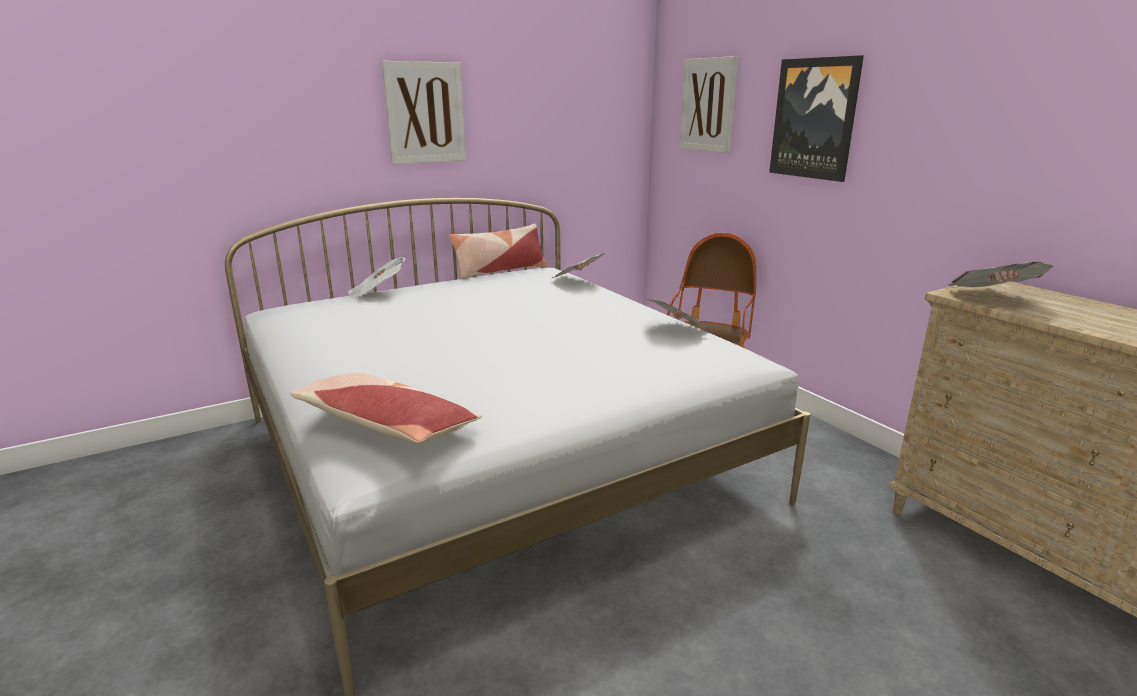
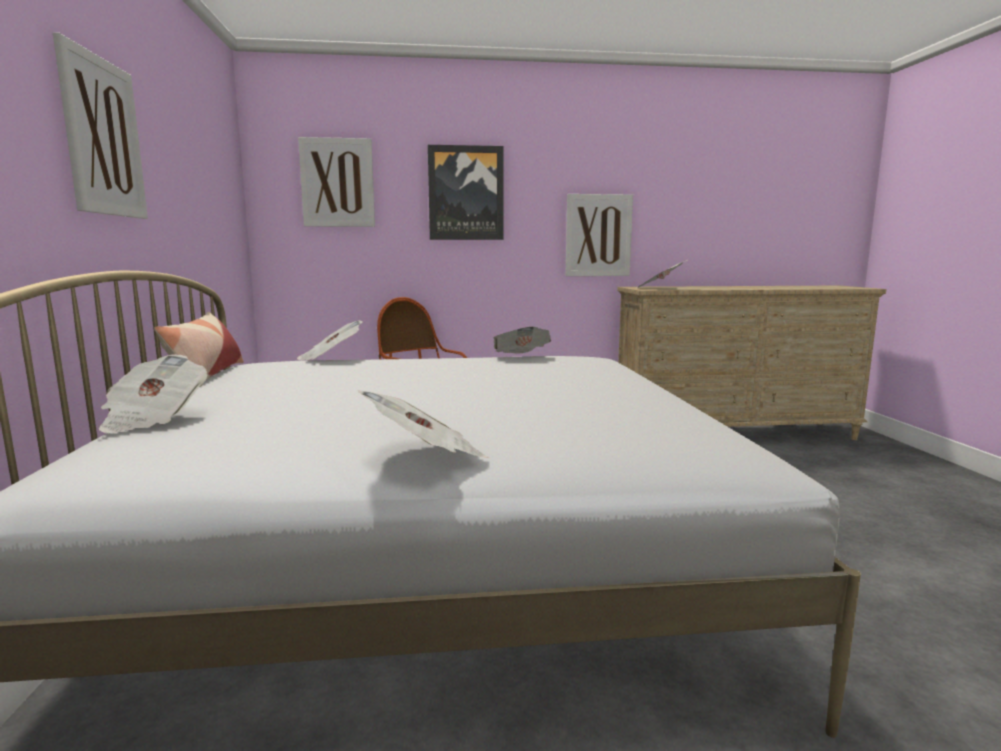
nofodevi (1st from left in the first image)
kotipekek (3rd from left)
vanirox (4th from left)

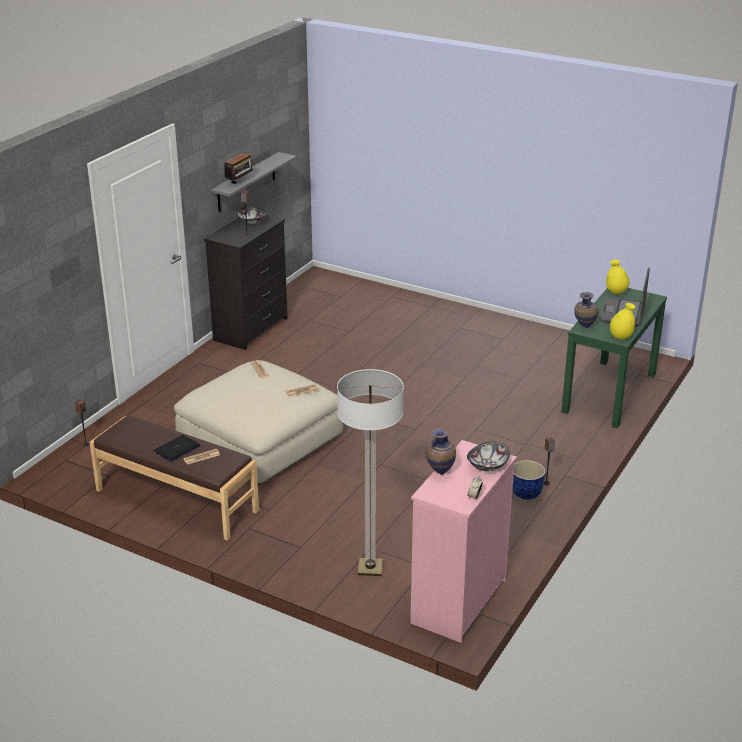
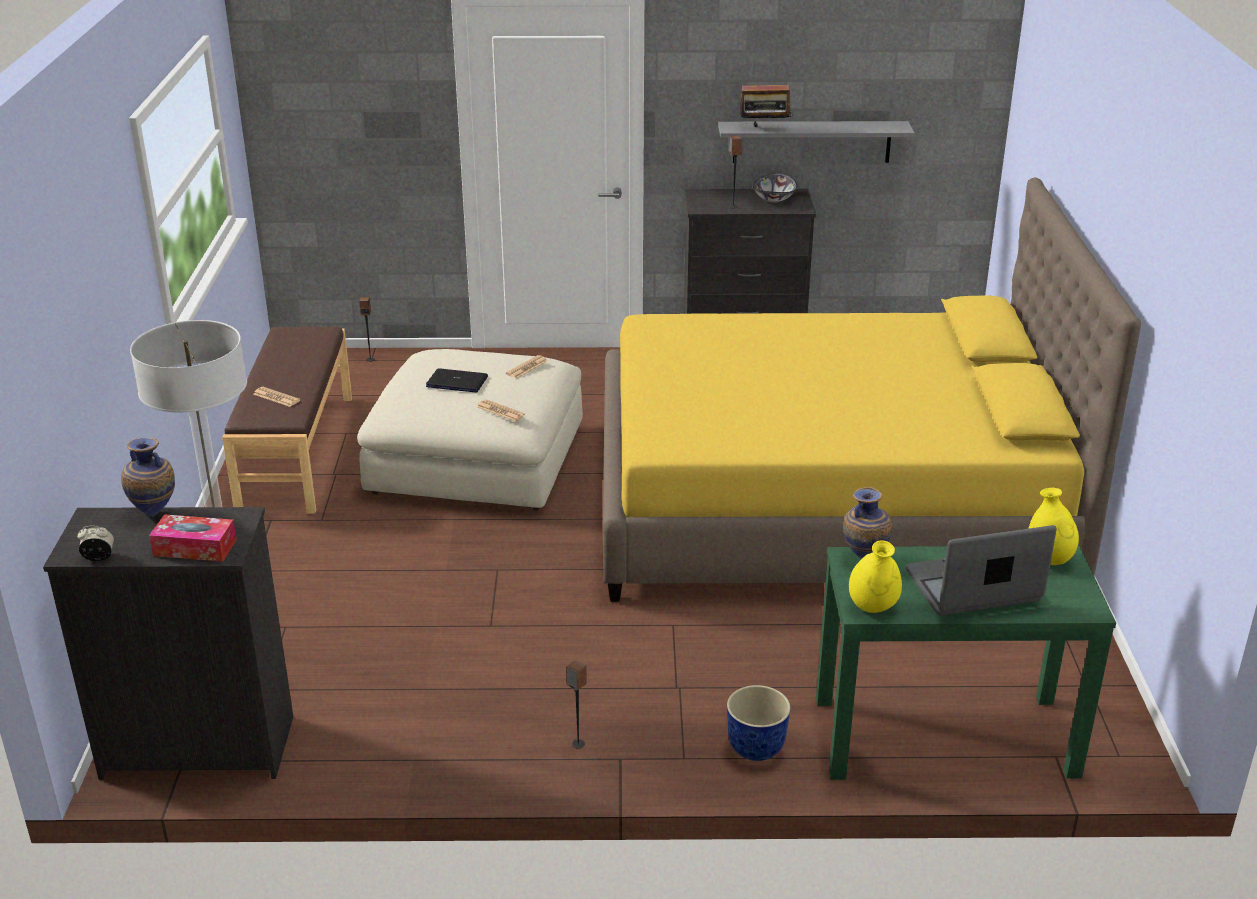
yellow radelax
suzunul (1st from left)
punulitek
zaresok
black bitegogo (1st from left)

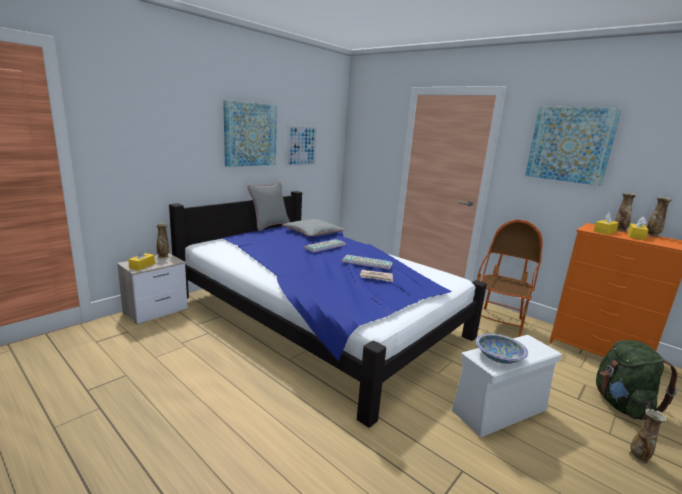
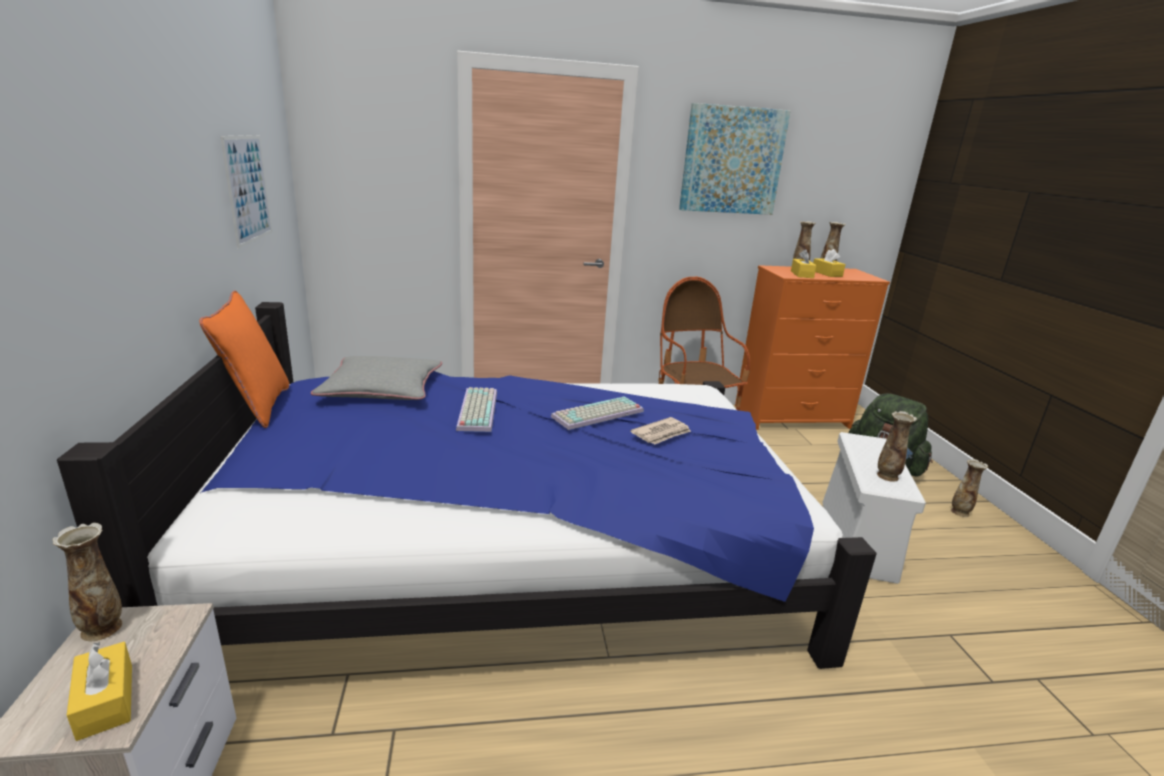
vanirox (1st from left in the first image)
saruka (4th from left)
orange nofodevi

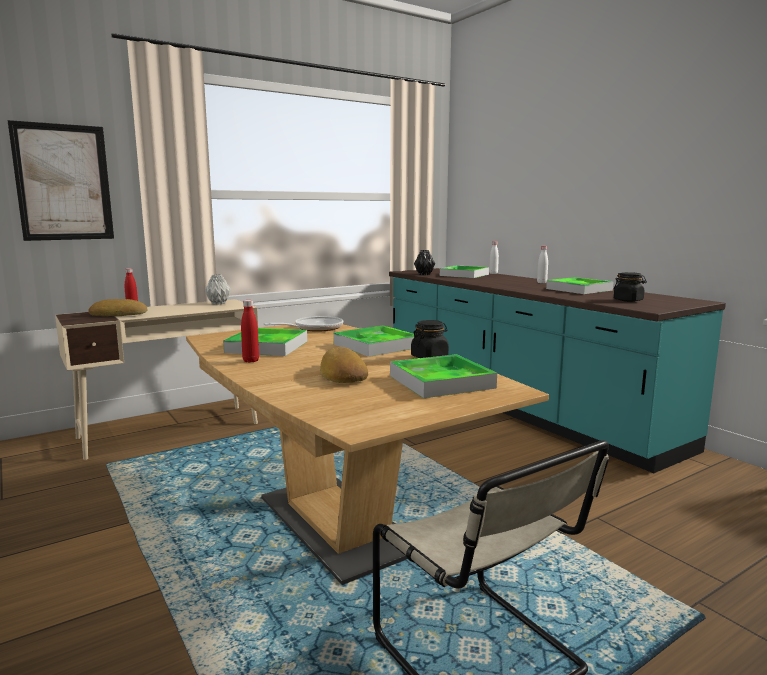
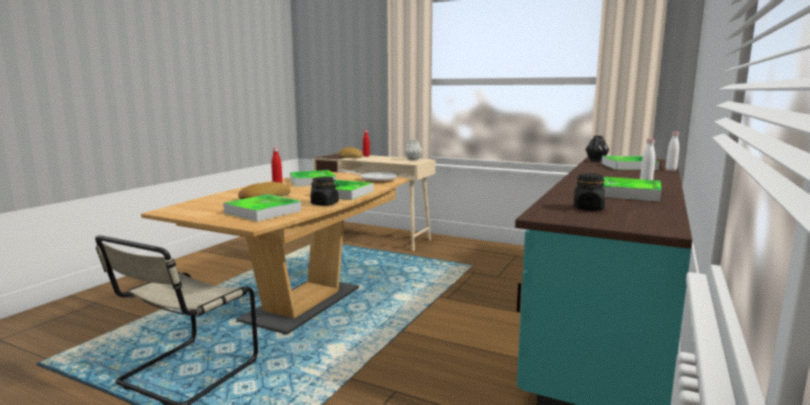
vanirox

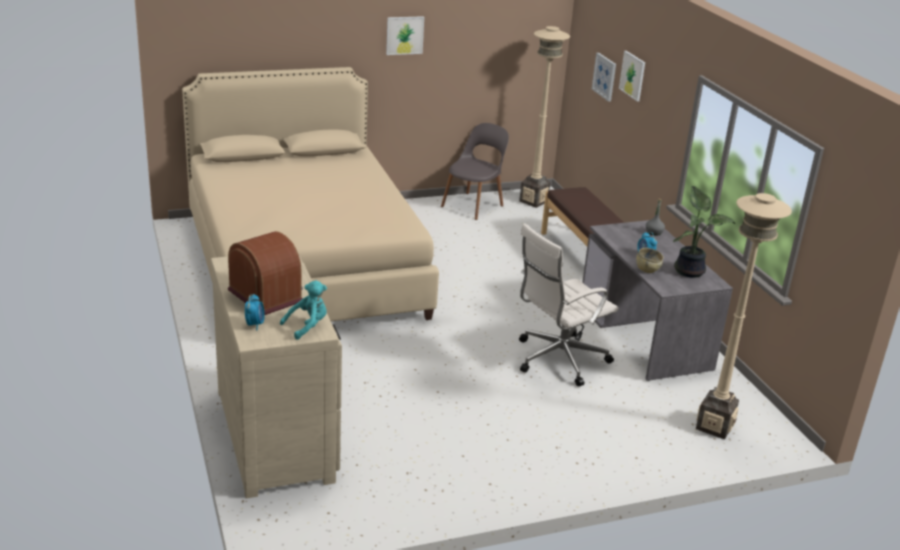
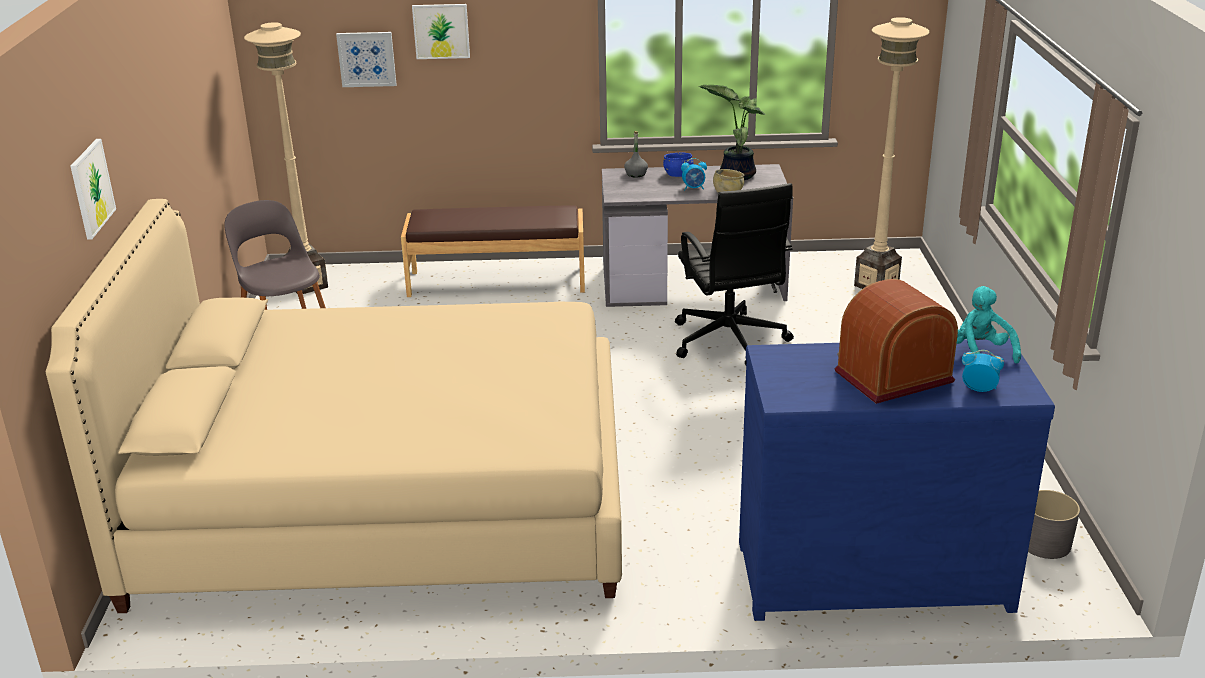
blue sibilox
grey punulitek
vanirox (1st from left)
blue bitegogo
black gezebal

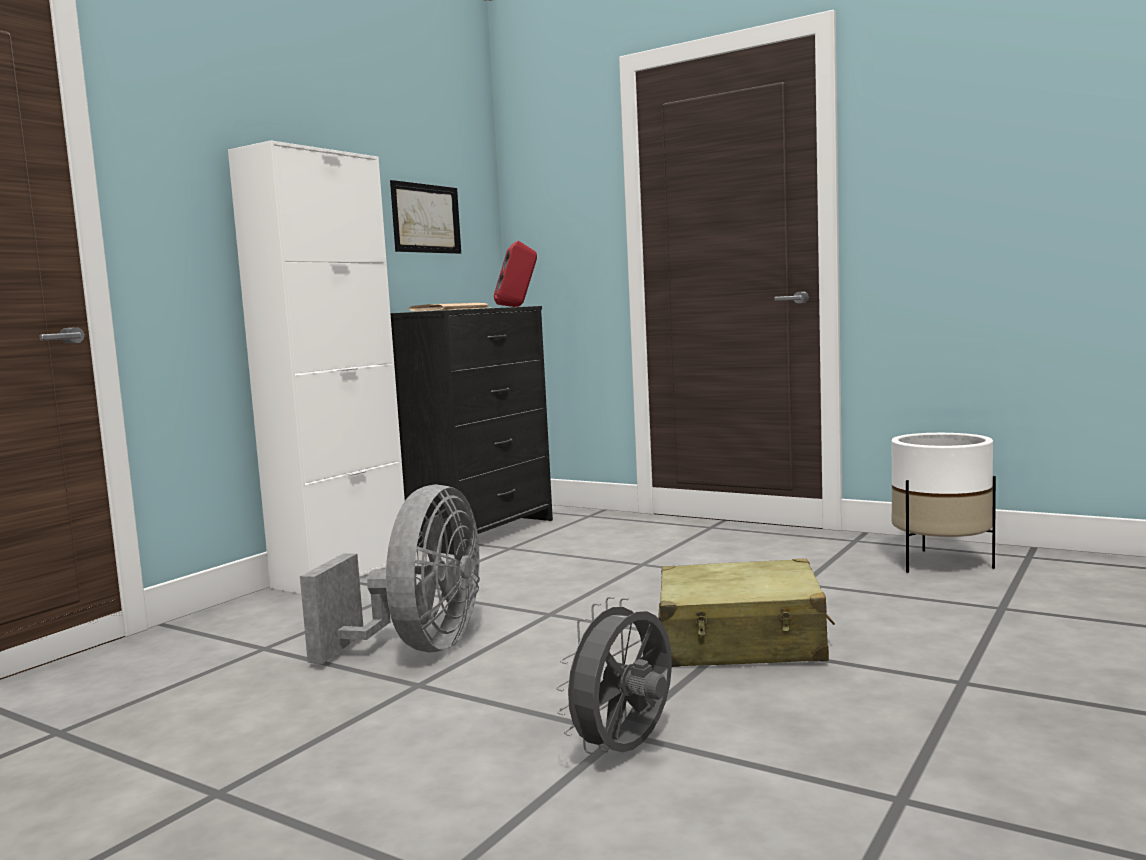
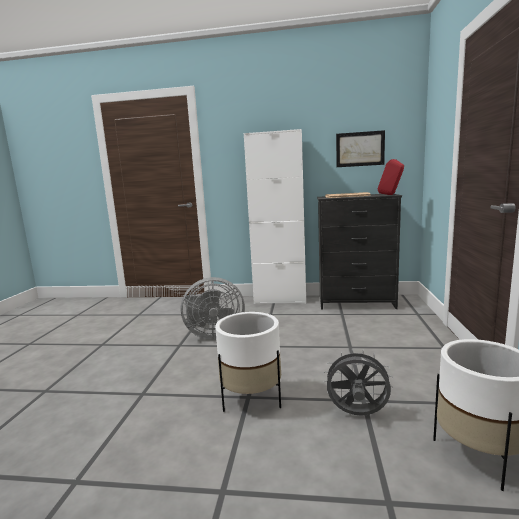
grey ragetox (2nd from left)
white punulitek (1st from left)

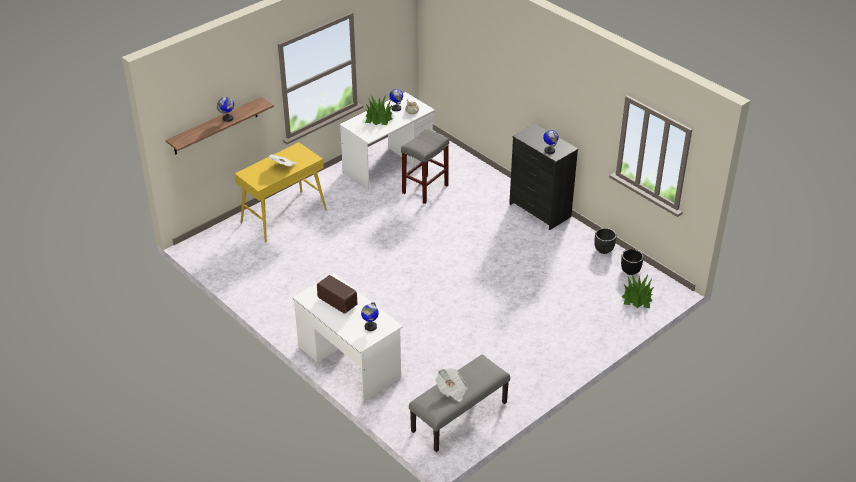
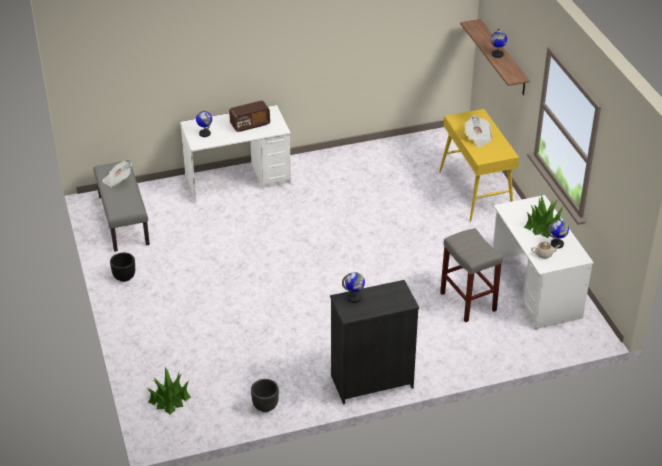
black punulitek (1st from left)

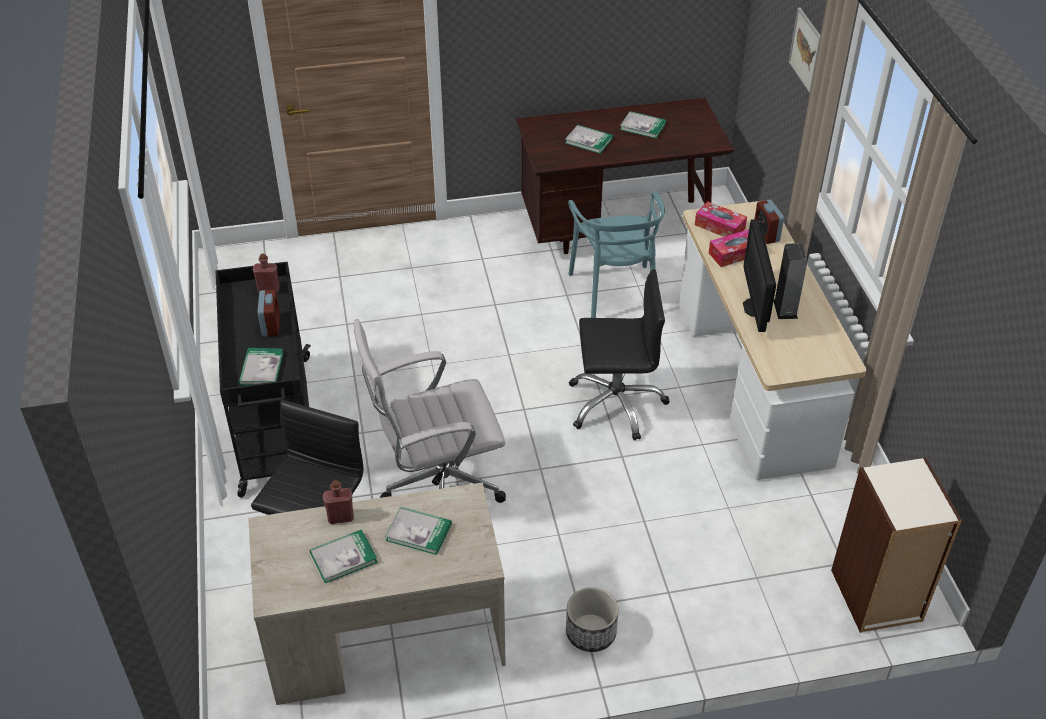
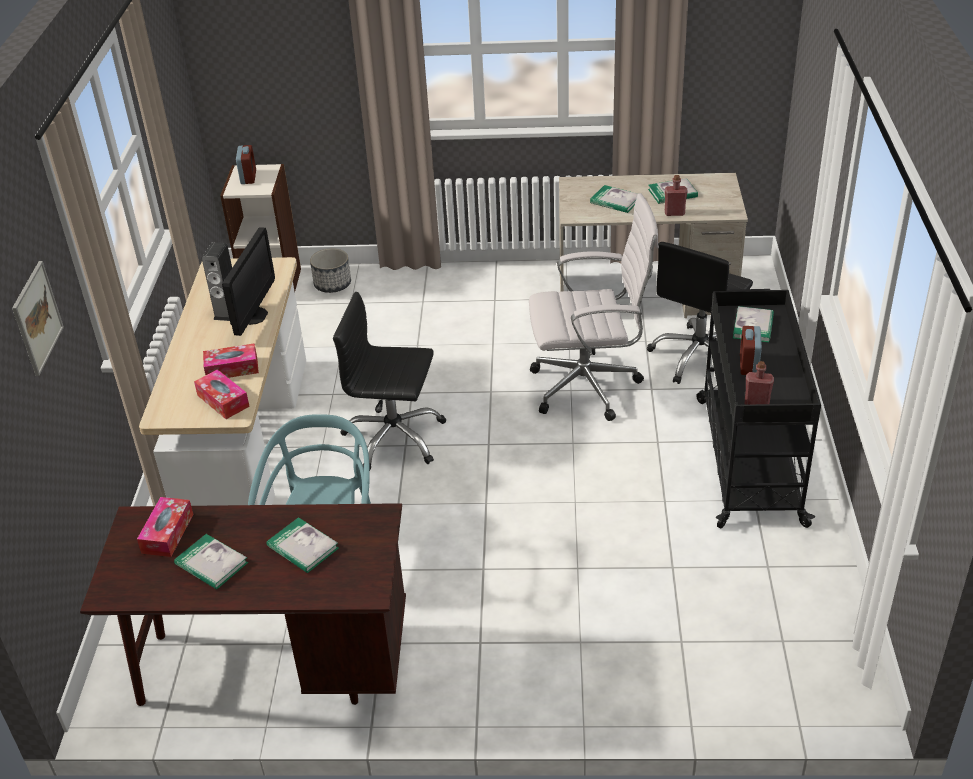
zaresok (1st from left)
punulitek
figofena (1st from left)

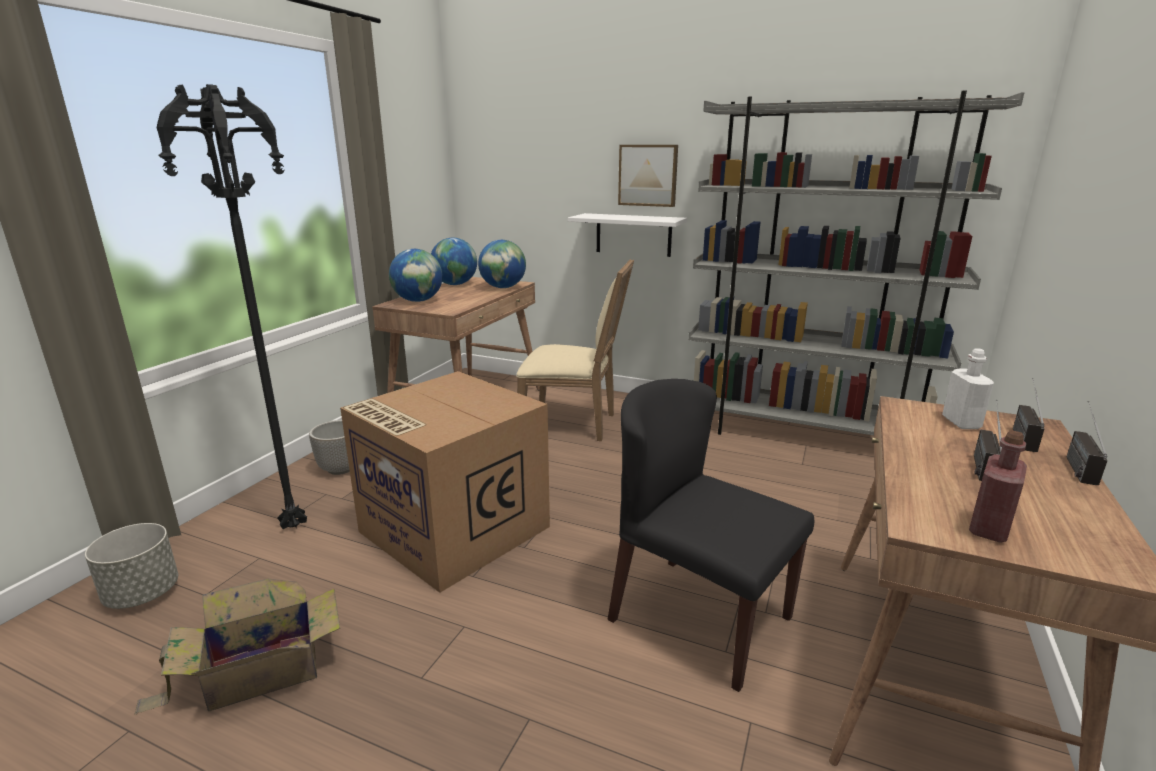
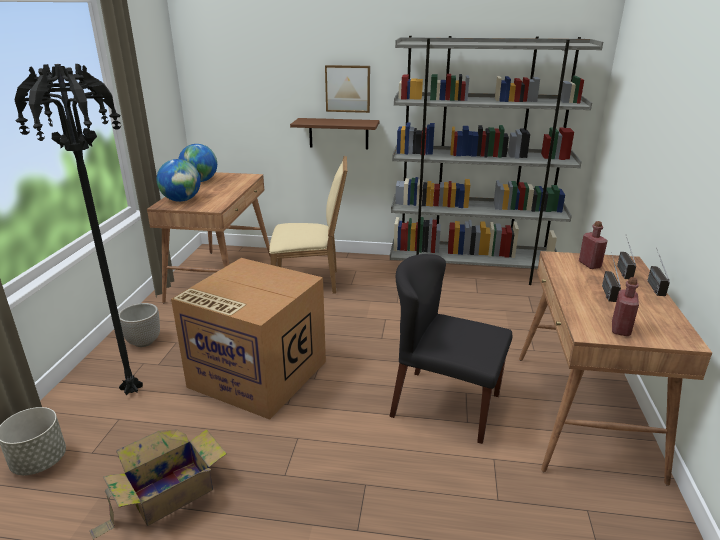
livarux (3rd from left in the first image)
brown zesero
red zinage (1st from left)

